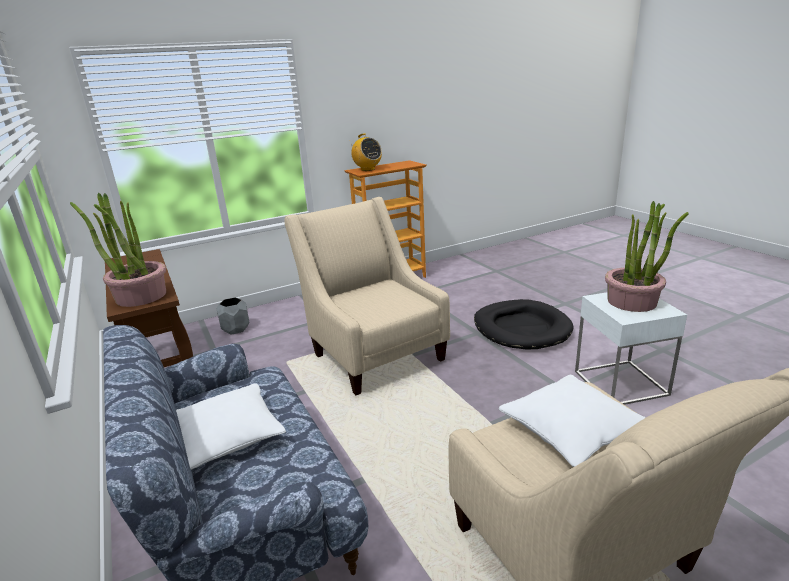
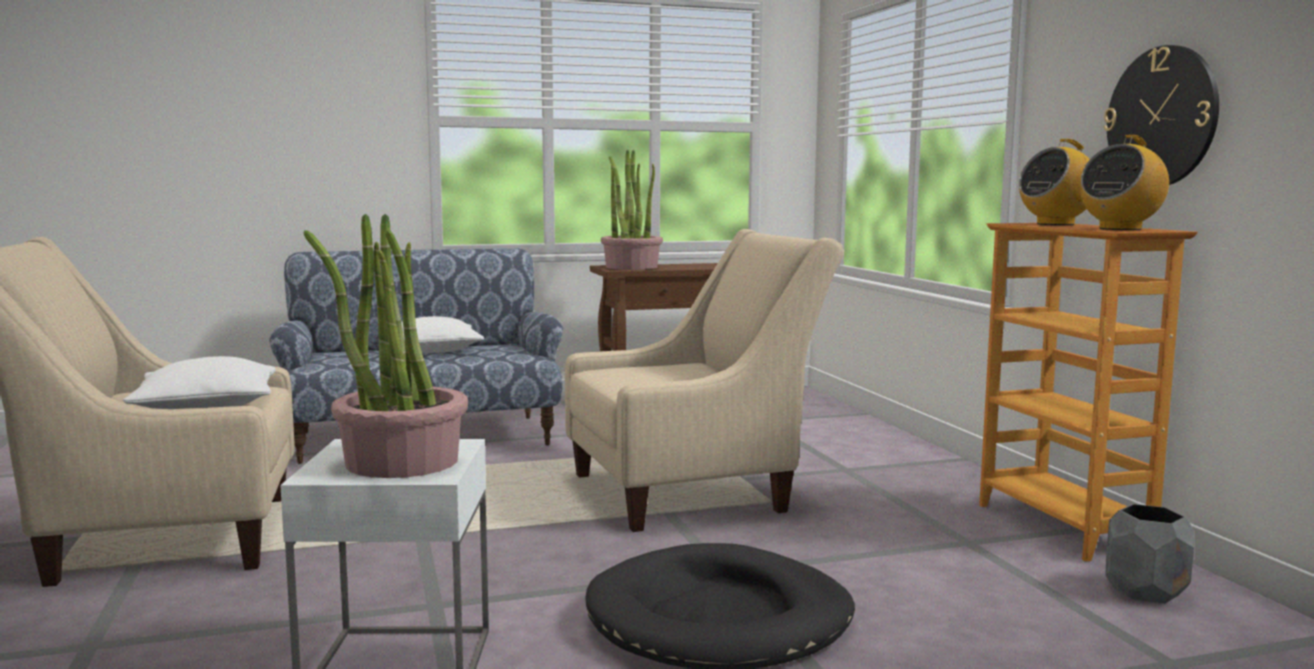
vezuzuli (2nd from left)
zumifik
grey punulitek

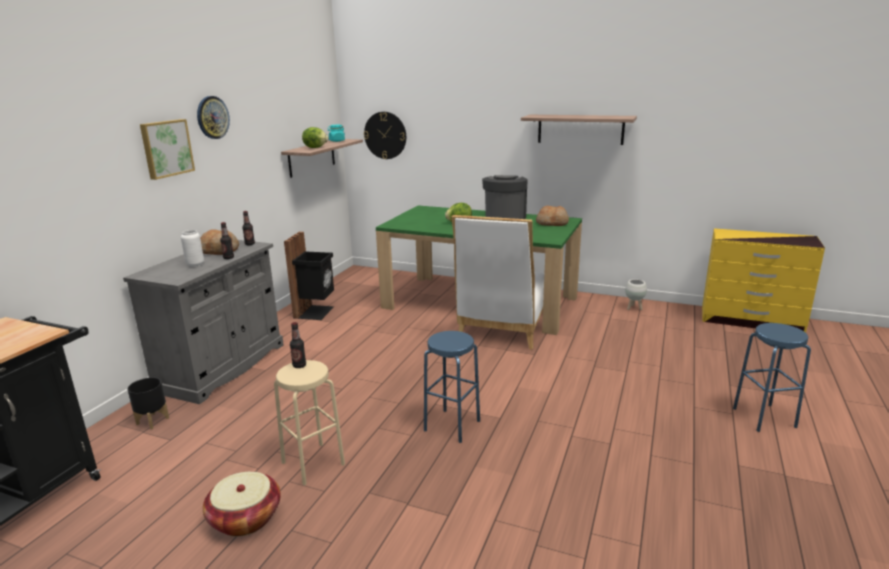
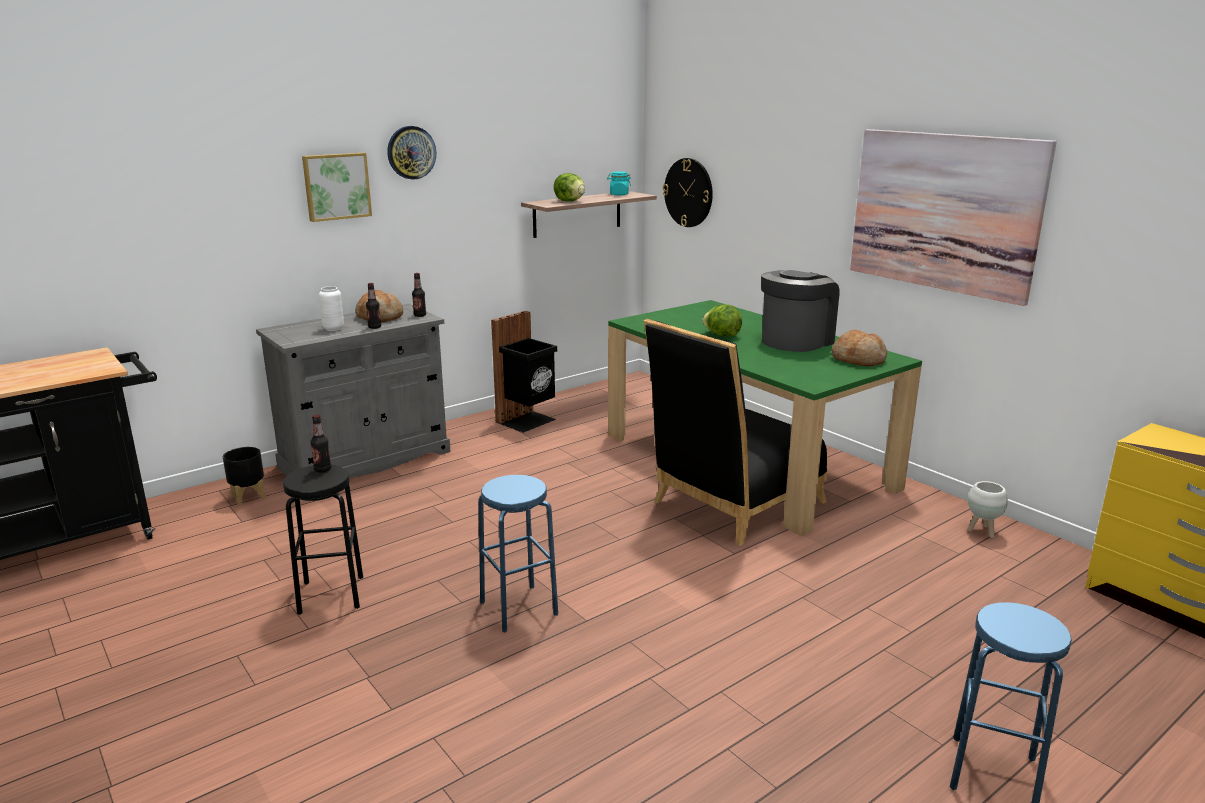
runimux
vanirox (2nd from left)
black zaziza
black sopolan

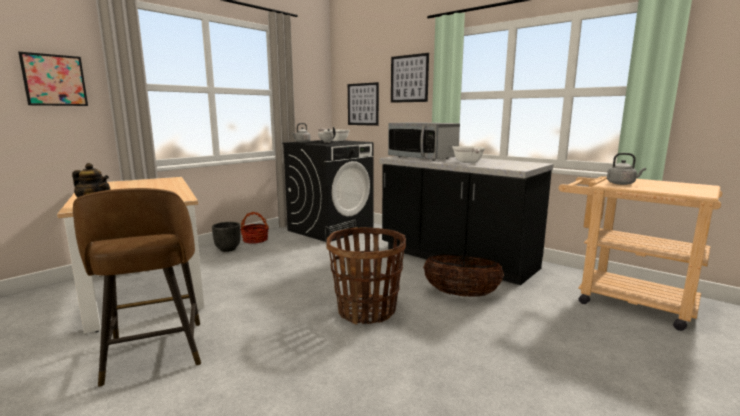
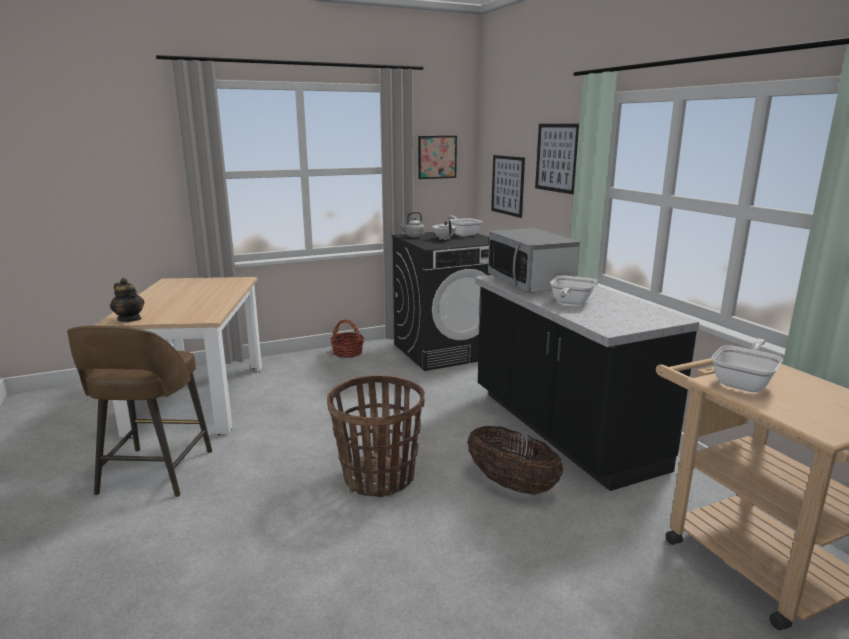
black punulitek
vanirox (1st from left)
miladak (3rd from left)

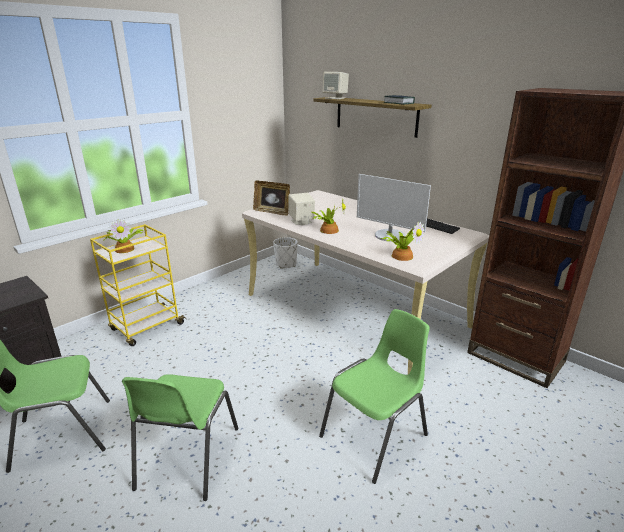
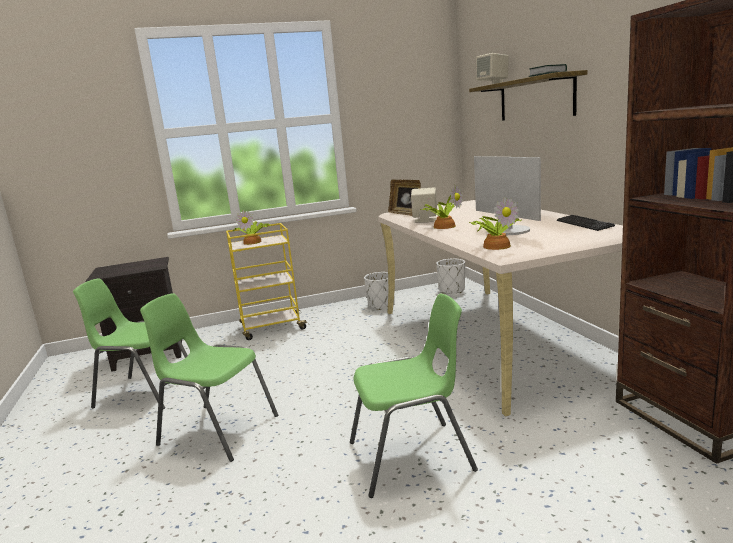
white punulitek (1st from left)
green sopolan (2nd from left)

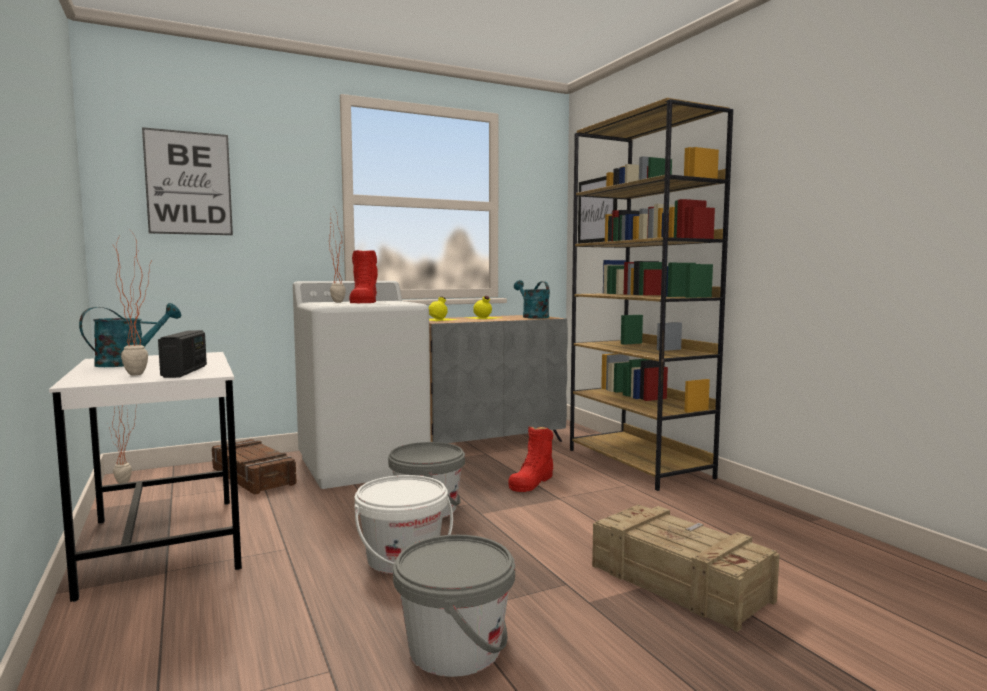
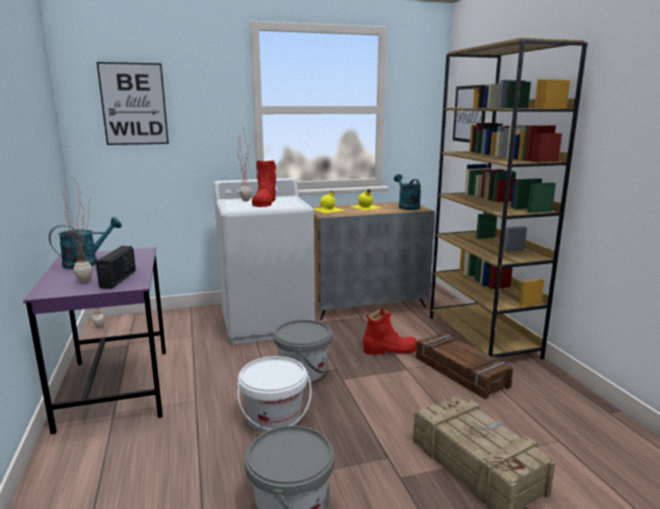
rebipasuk (1st from left)
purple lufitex
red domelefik (2nd from left)

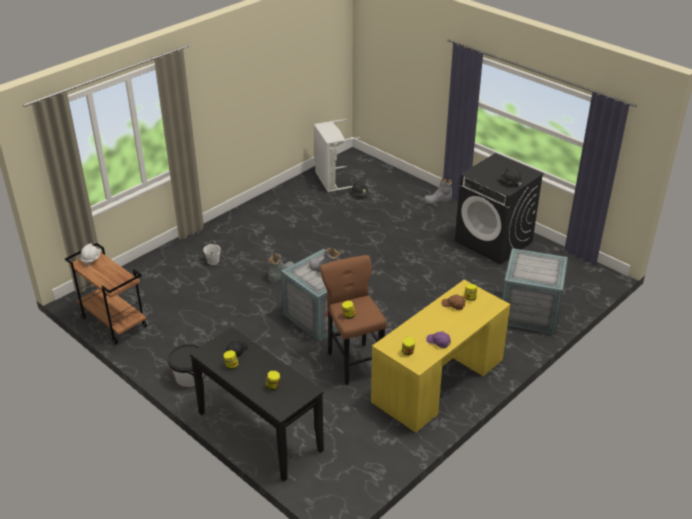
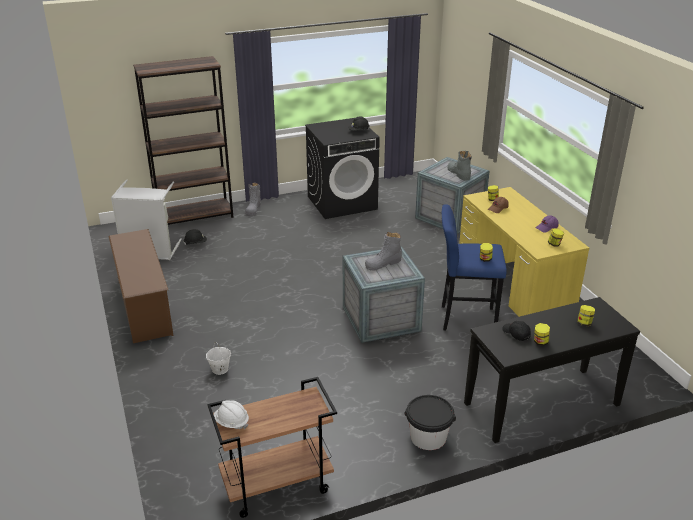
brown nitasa
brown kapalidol
grey domelefik (3rd from left)
blue zaziza

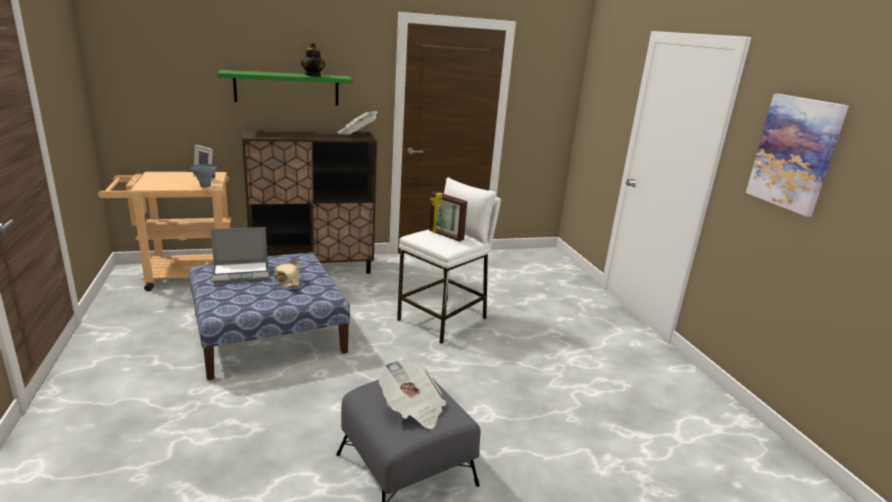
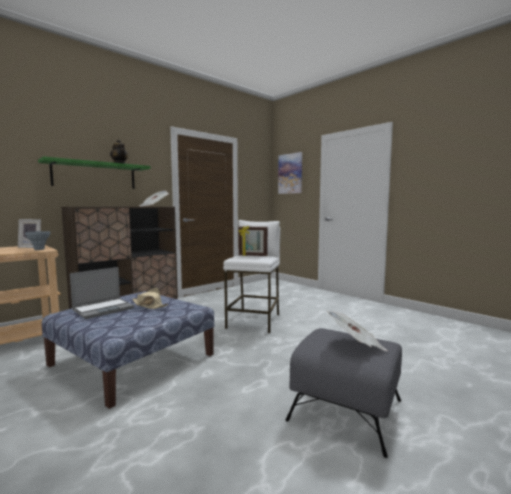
vanirox

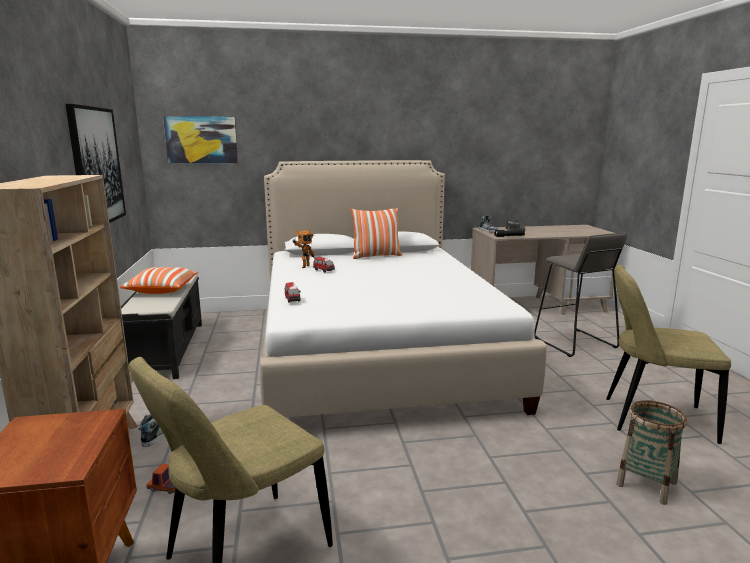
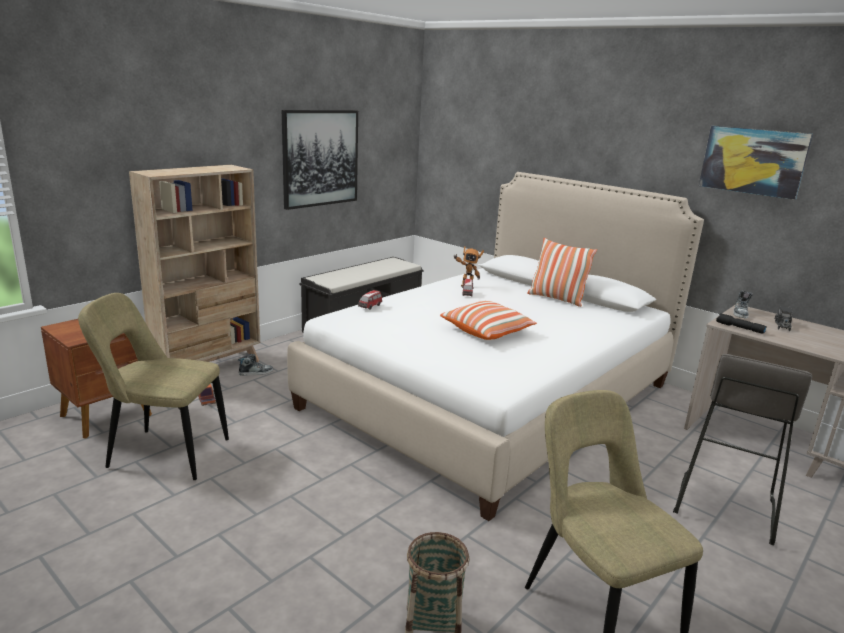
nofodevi (1st from left)
vanirox (2nd from left)

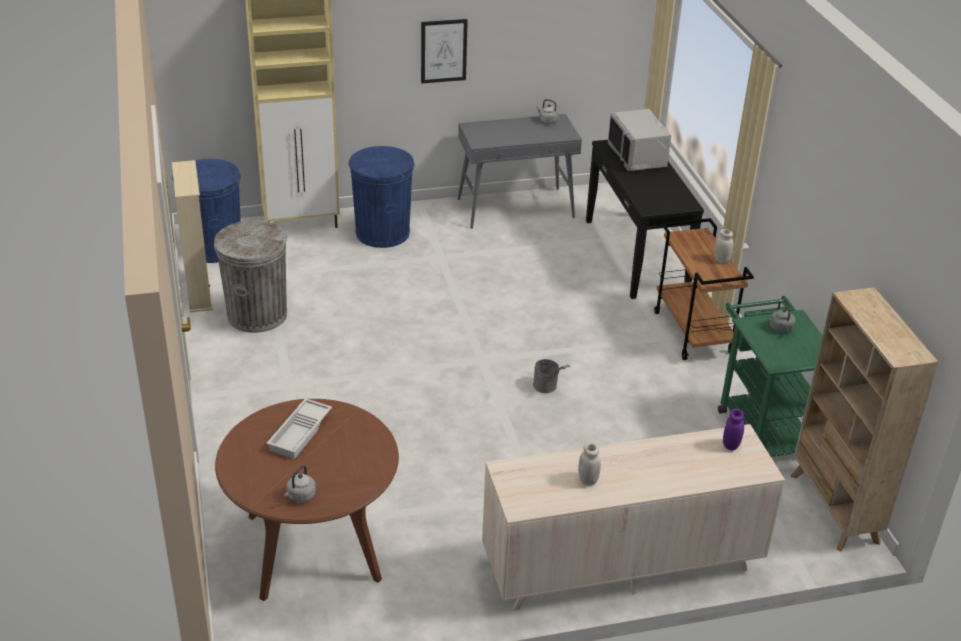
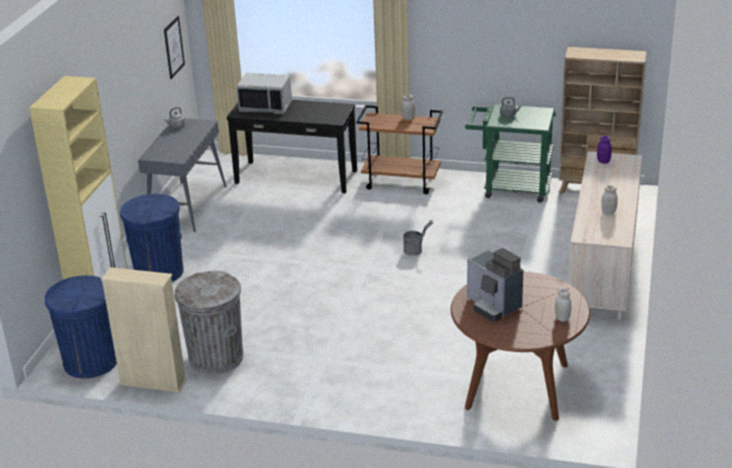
vanirox
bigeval
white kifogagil (2nd from left)

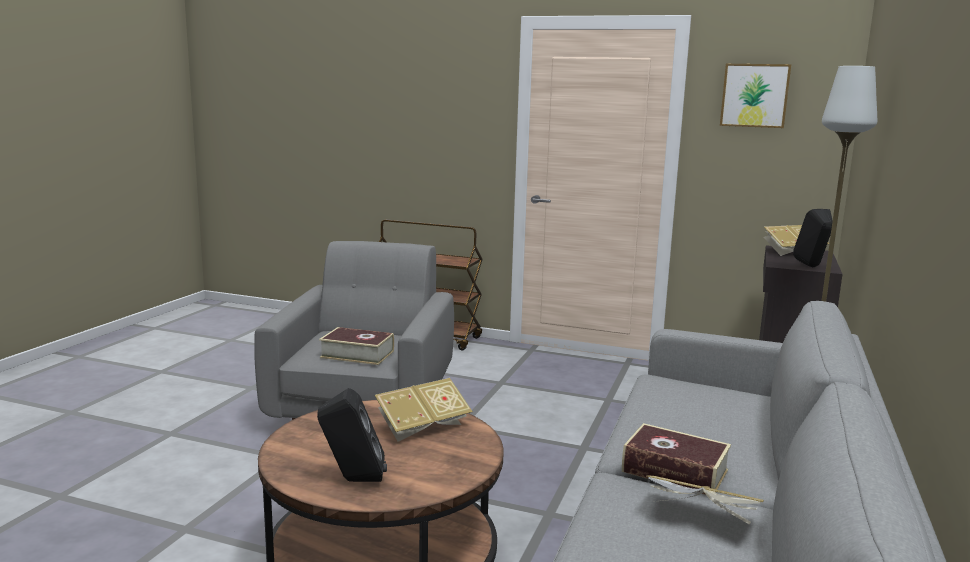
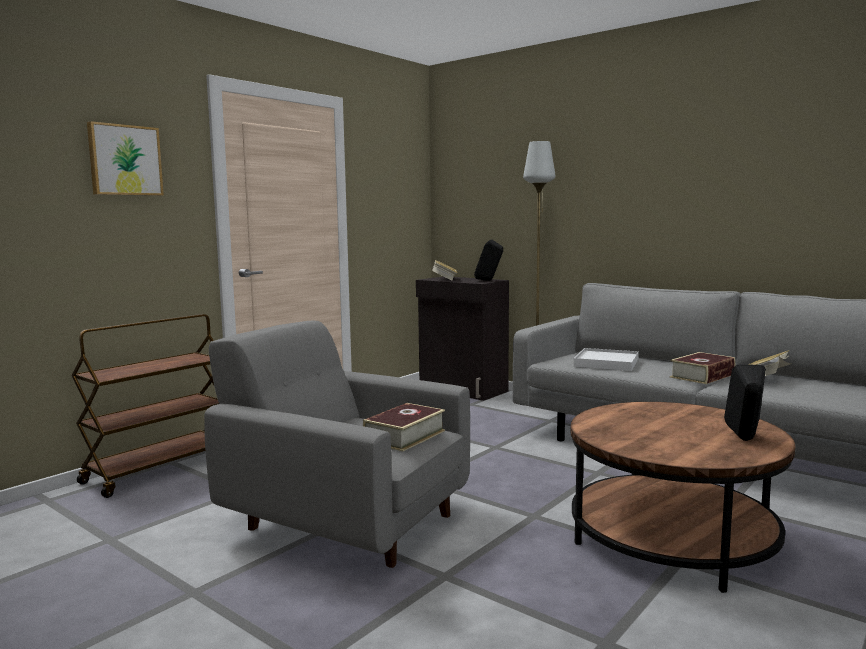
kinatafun (2nd from left in the first image)
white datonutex
vanirox

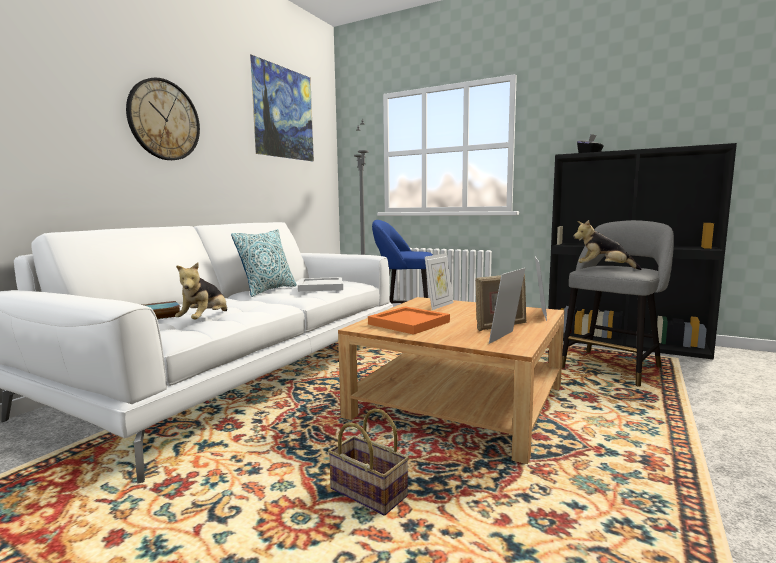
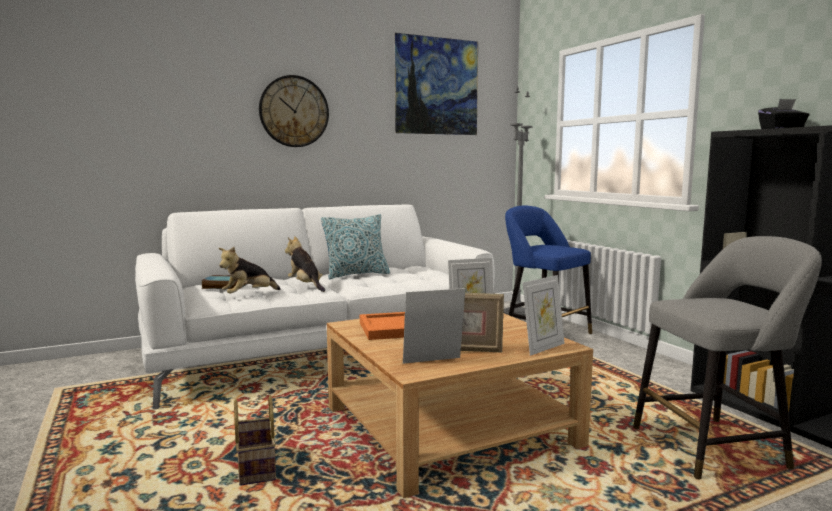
white datonutex
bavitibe (2nd from left)

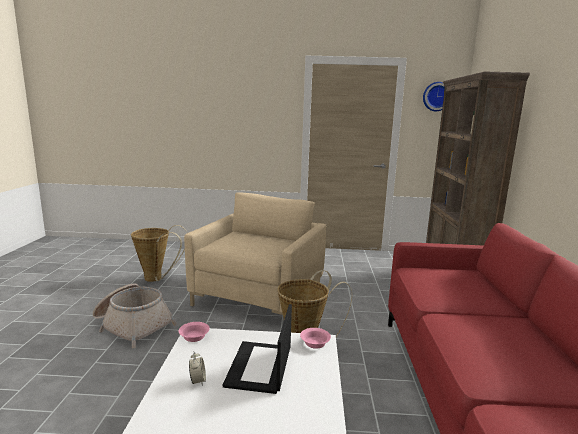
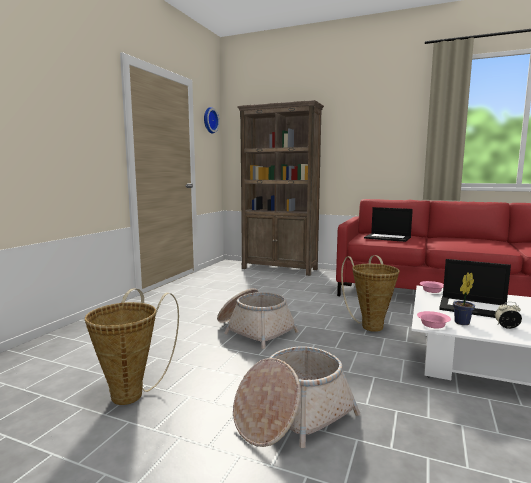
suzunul (1st from left)
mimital
runimux (2nd from left)

